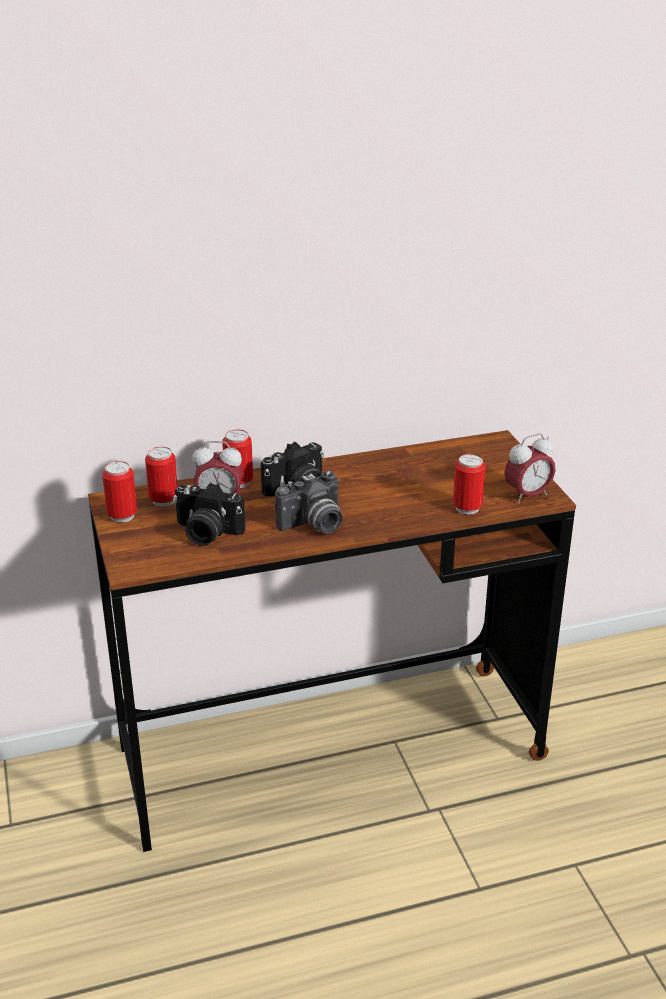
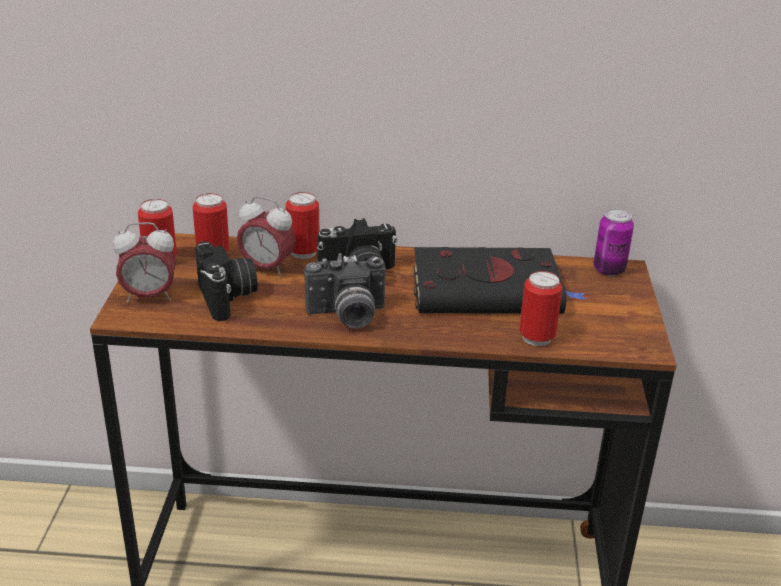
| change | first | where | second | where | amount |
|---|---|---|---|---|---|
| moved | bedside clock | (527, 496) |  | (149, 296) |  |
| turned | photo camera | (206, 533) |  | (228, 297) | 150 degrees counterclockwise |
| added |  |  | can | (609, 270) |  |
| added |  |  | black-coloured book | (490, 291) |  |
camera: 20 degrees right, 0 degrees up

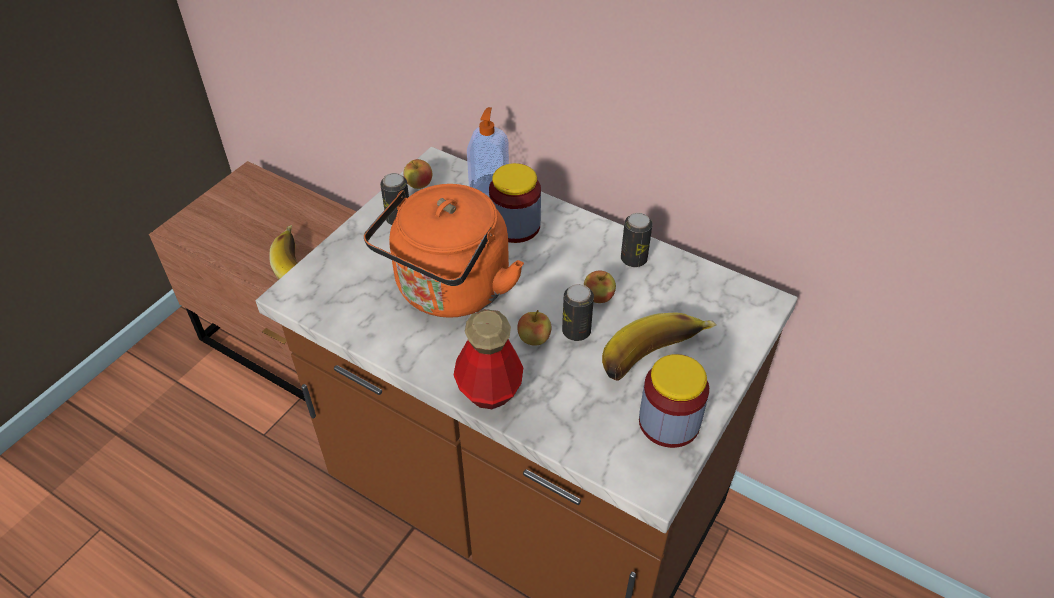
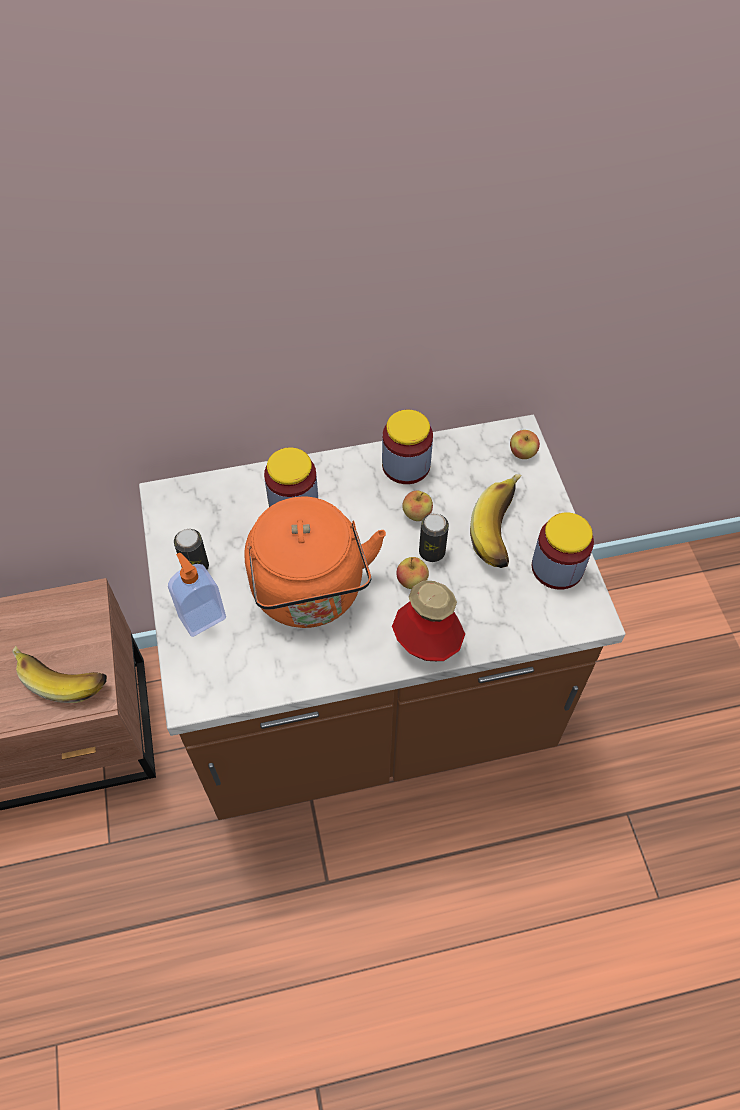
| change | first | where | second | where | amount |
|---|---|---|---|---|---|
| moved | liquid soap bottle | (489, 188) |  | (202, 617) |  |
| moved | apple | (419, 185) |  | (522, 453) |  |
| replaced | can | (633, 259) | storage jar | (406, 465) |  |
camera: 45 degrees left, 10 degrees up

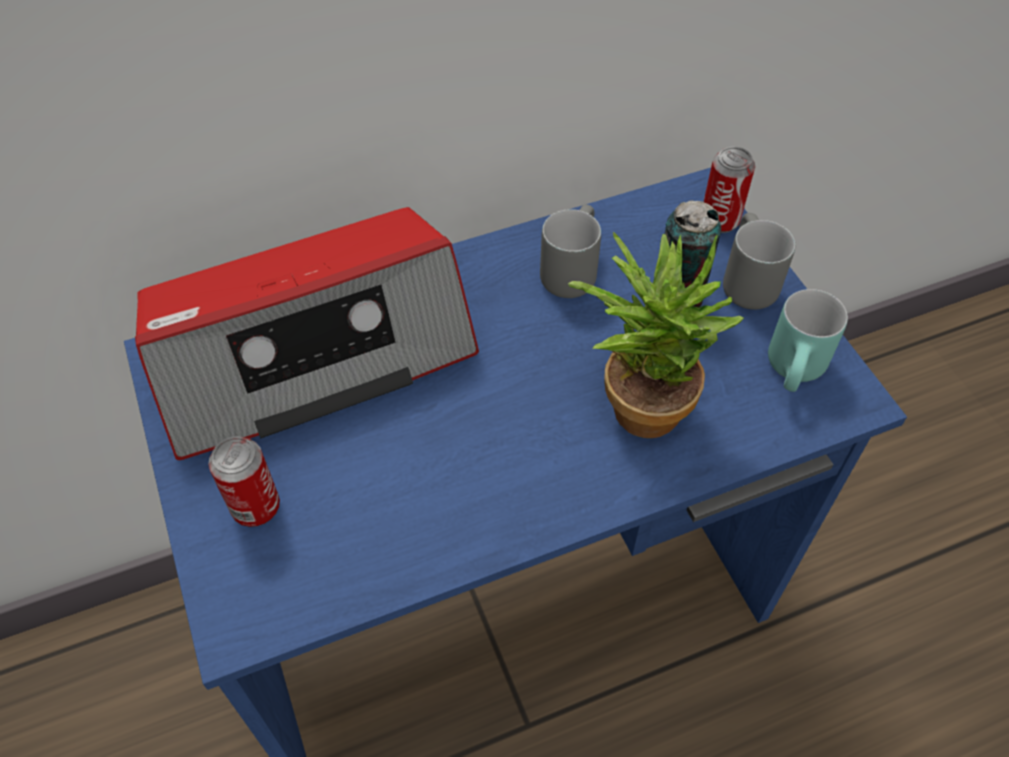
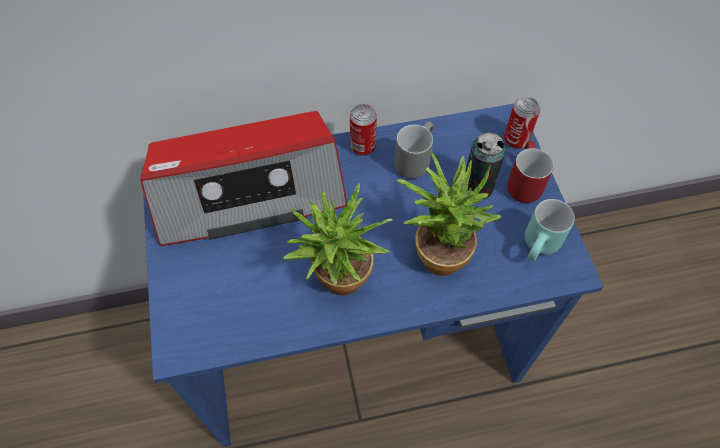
| change | first | where | second | where | amount |
|---|---|---|---|---|---|
| recoloured | gray coffee mug | (742, 281) | reddish coffee mug | (521, 182) |  |
| moved | can | (256, 507) |  | (363, 146) |  |
| added |  |  | plant in a pot | (338, 284) |  |
camera: 10 degrees right, 5 degrees up

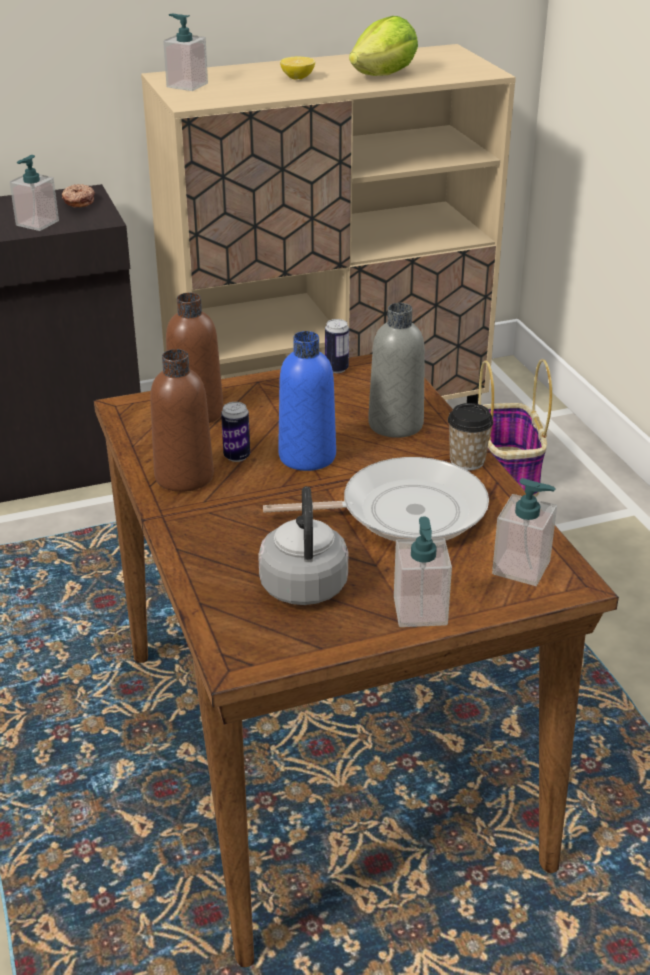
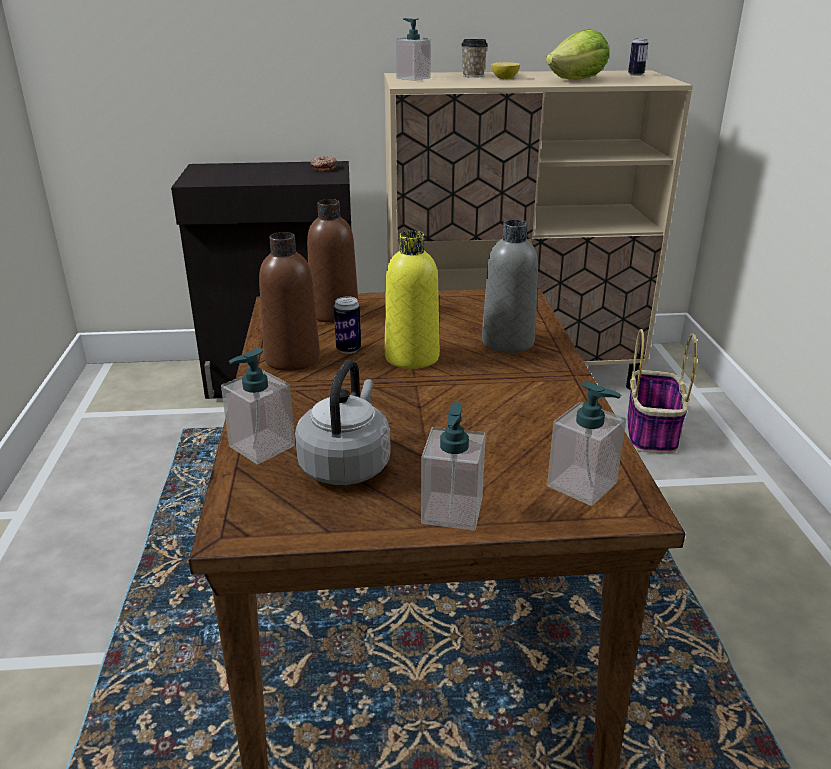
| change | first | where | second | where | amount |
|---|---|---|---|---|---|
| moved | liquid soap bottle | (37, 223) |  | (261, 446) |  |
| moved | can | (336, 369) |  | (635, 75) |  |
| recoloured | bluish drink bottle | (307, 456) | yellow drink bottle | (412, 357) |  |
| moved | drinking cup | (467, 461) |  | (473, 76) |  |
| removed | skillet | (404, 511) |  |  |  |
camera: 15 degrees right, 5 degrees down

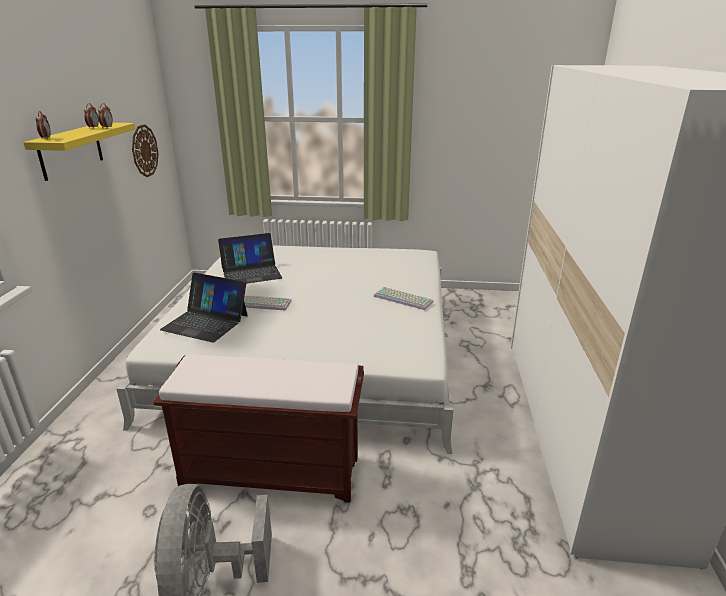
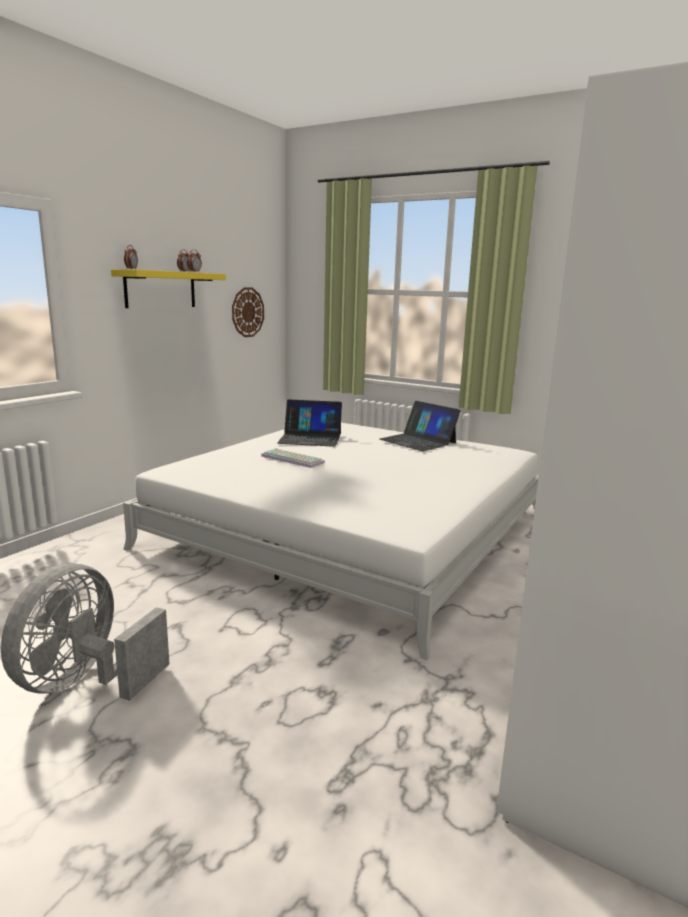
| change | first | where | second | where | amount |
|---|---|---|---|---|---|
| moved | notebook computer | (205, 322) |  | (418, 441) |  |
| removed | keyboard | (404, 299) |  |  |  |
| removed | brown long seat | (273, 471) |  |  |  |
camera: 25 degrees right, 10 degrees down

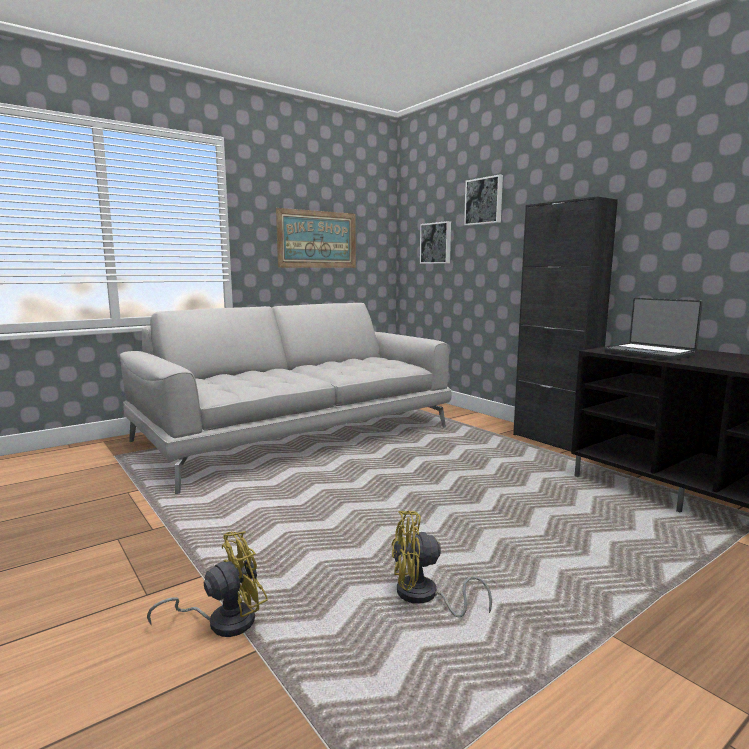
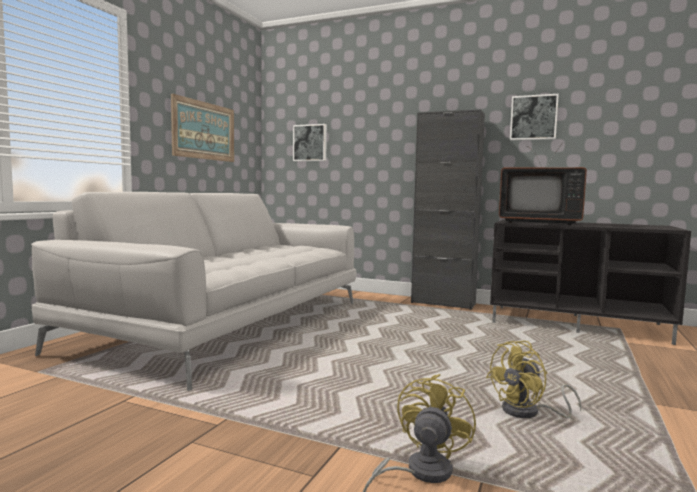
| change | first | where | second | where | amount |
|---|---|---|---|---|---|
| moved | picture | (484, 201) |  | (533, 117) |  |
| replaced | notebook computer | (650, 353) | TV | (539, 223) |  |
camera: 30 degrees left, 5 degrees down

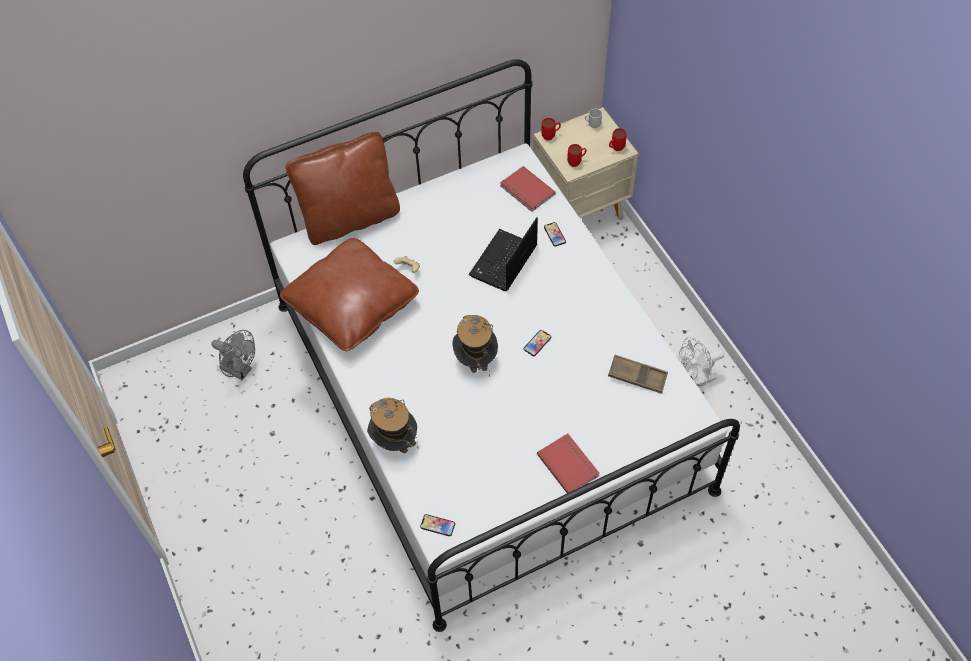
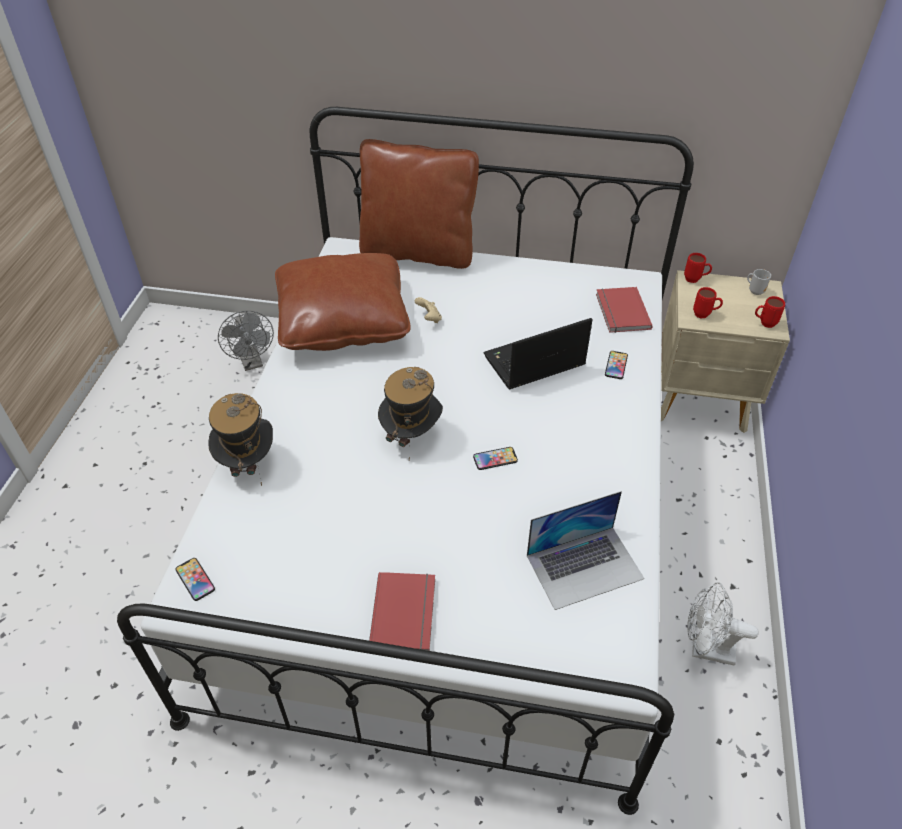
| change | first | where | second | where | amount |
|---|---|---|---|---|---|
| replaced | brown carrying tray | (637, 376) | notebook computer | (584, 566) |  |
camera: 35 degrees right, 10 degrees down

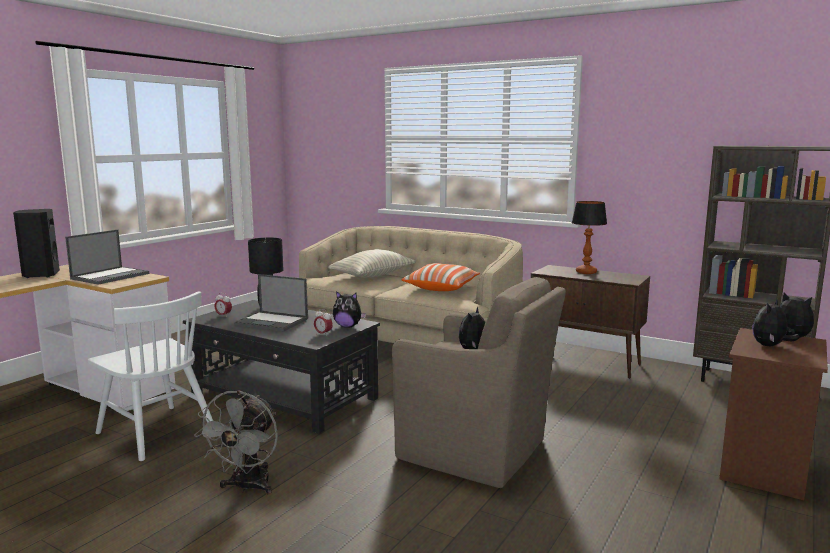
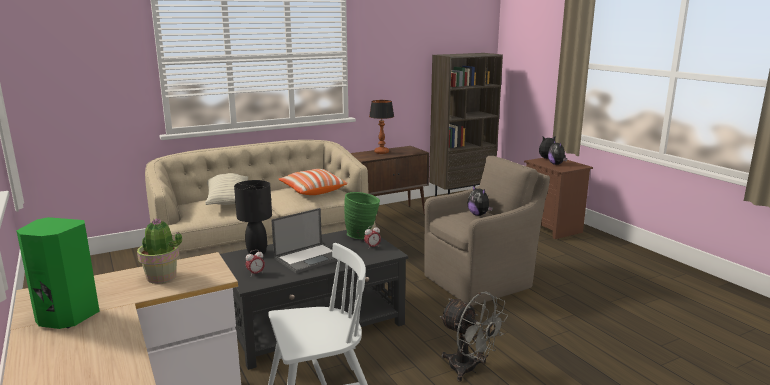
| change | first | where | second | where | amount |
|---|---|---|---|---|---|
| recoloured | black-coloured loudspeaker | (40, 275) | green loudspeaker | (66, 318) |  |
| replaced | notebook computer | (111, 276) | plant in a pot | (162, 277) |  |
| replaced | plush toy | (348, 326) | green decorative vase | (362, 236) |  |
camera: 60 degrees left, 5 degrees up

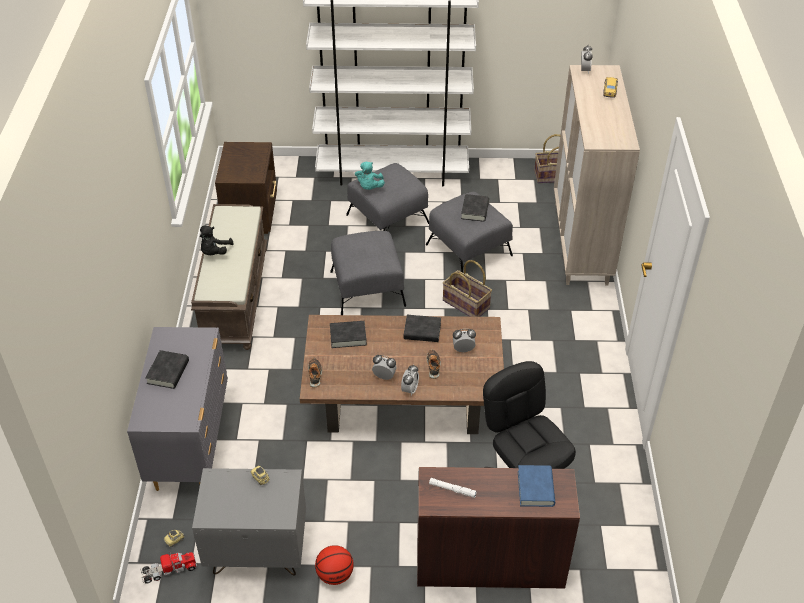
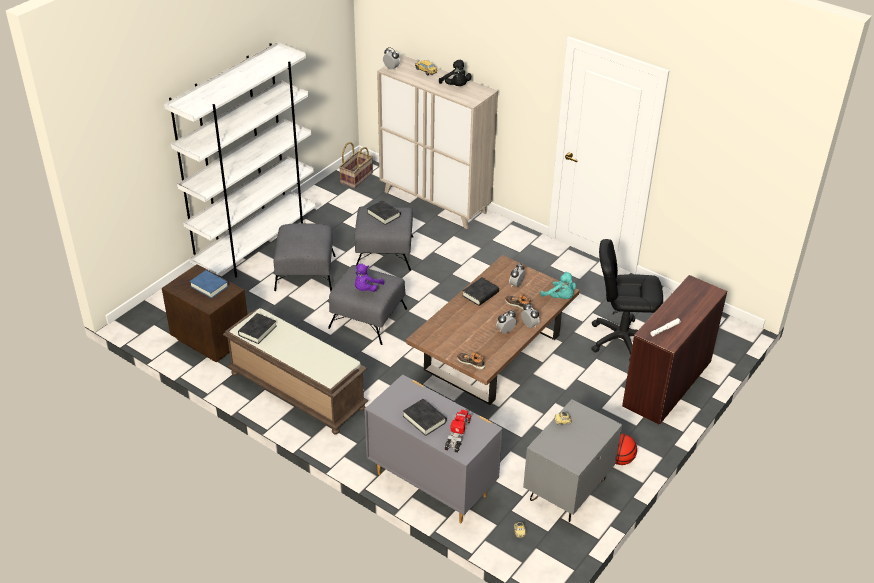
| change | first | where | second | where | amount |
|---|---|---|---|---|---|
| moved | turquoise plush toy | (369, 187) |  | (560, 297) |  |
| moved | black-coloured plush toy | (214, 252) |  | (456, 86) |  |
| removed | storage basket | (466, 304) |  |  |  |
| moved | black-coloured book | (348, 336) |  | (257, 331) |  |
| moved | bluish book | (535, 488) |  | (209, 286) |  |
| moved | toy truck | (169, 570) |  | (458, 434) |  |
| added |  |  | purple plush toy | (366, 289) |  |
camera: 55 degrees left, 5 degrees down

